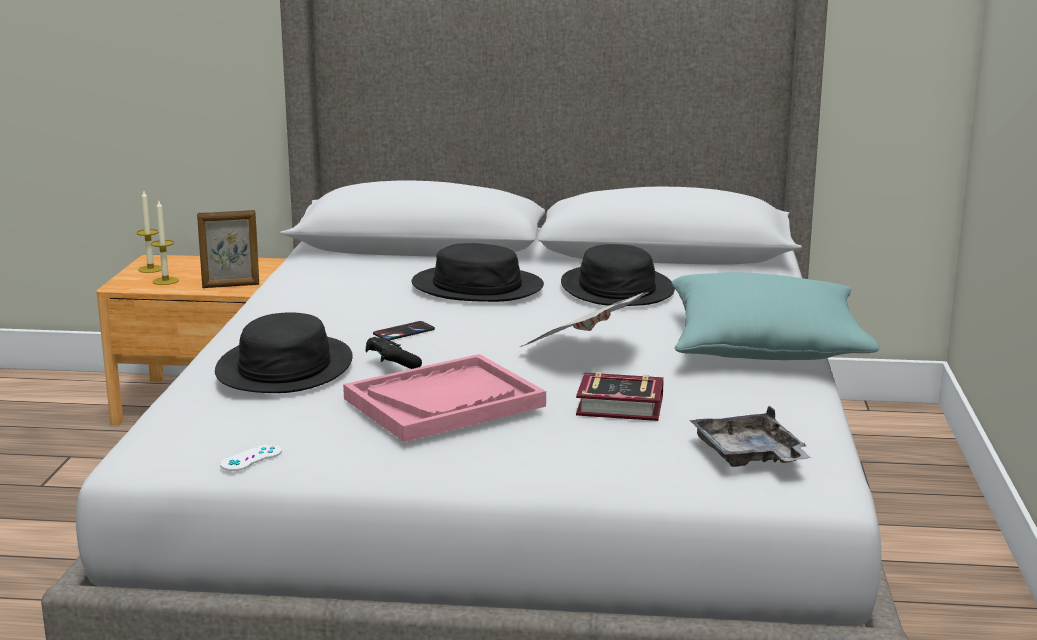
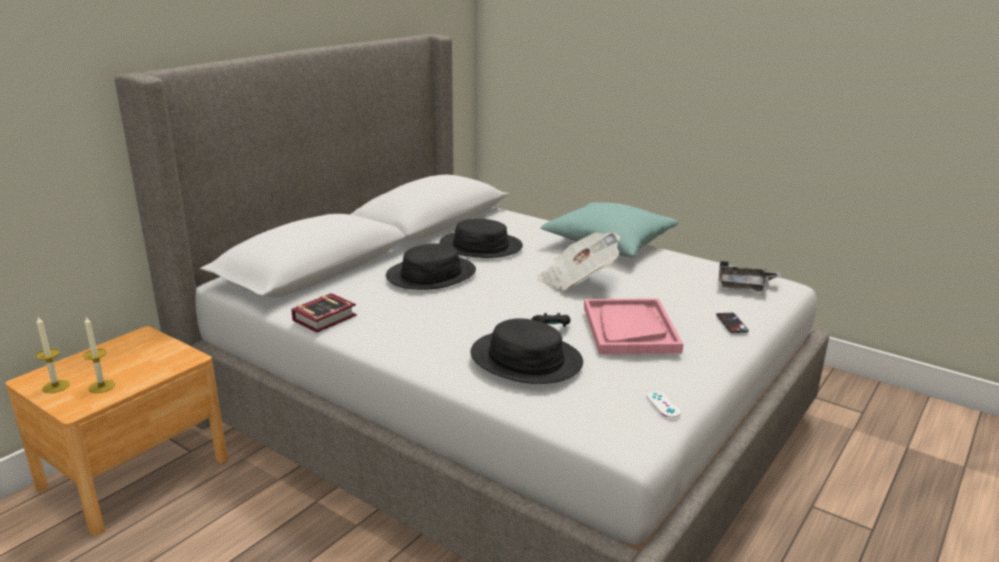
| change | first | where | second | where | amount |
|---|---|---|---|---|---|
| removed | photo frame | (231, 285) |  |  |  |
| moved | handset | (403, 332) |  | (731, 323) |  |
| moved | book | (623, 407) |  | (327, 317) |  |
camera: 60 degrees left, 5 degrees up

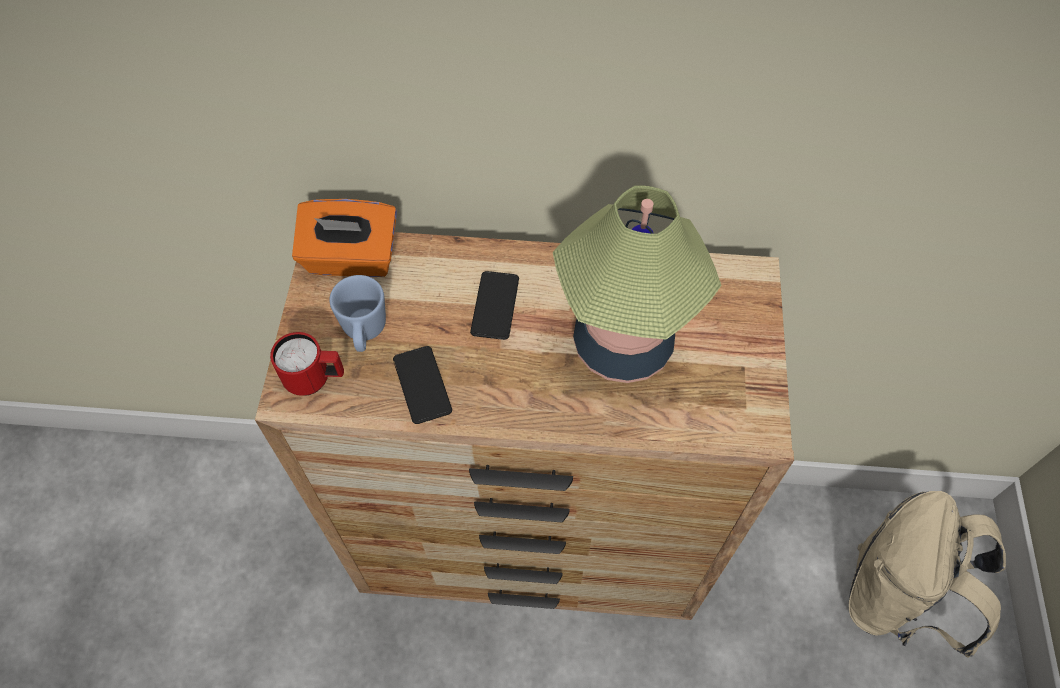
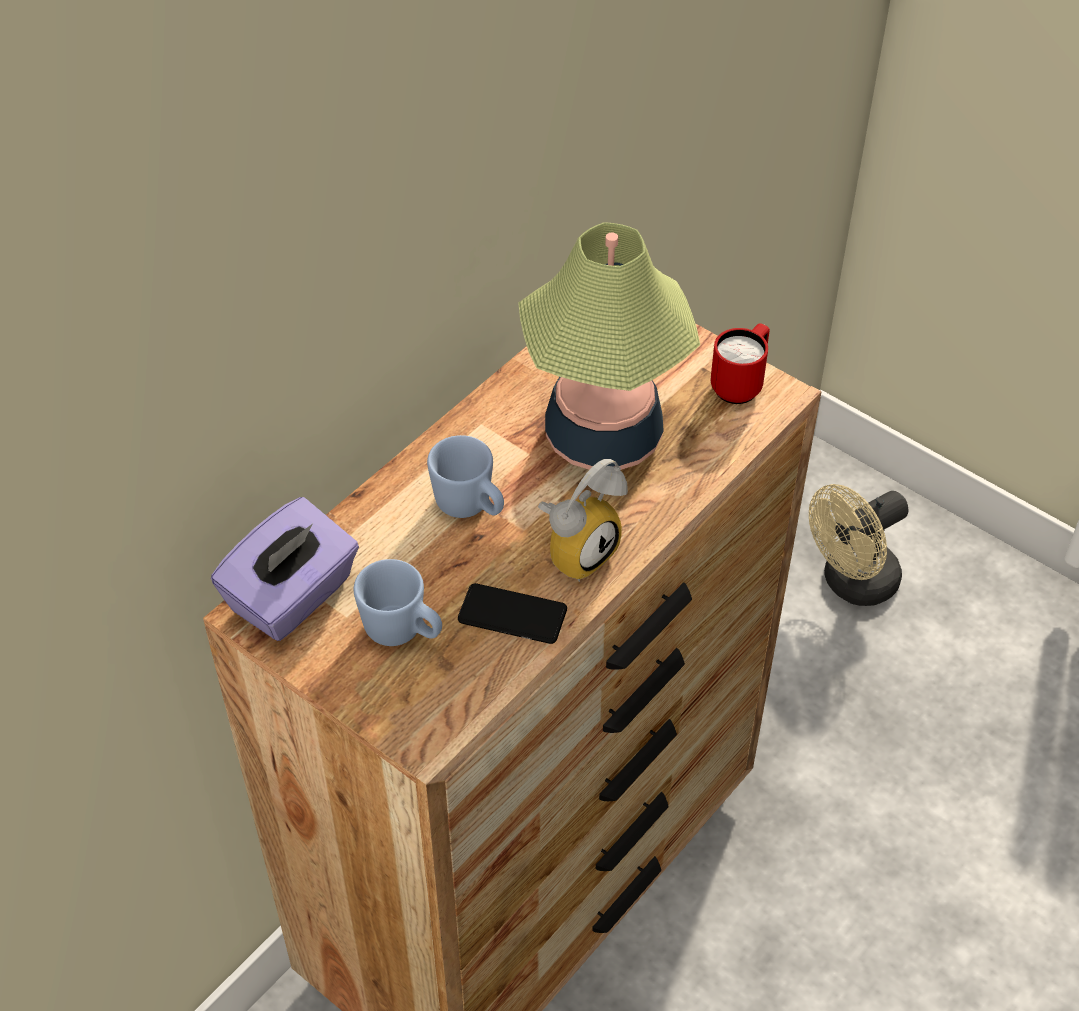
| change | first | where | second | where | amount |
|---|---|---|---|---|---|
| recoloured | orange-coloured tissue box | (351, 259) | purple tissue box | (293, 596) |  |
| replaced | handset | (495, 306) | bluish coffee mug | (470, 507) |  |
| moved | reddish coffee mug | (315, 379) |  | (740, 384) |  |
| replaced | sand-coloured rucksack | (893, 597) | sand-coloured cooling fan | (851, 584) |  |
| added |  |  | bedside clock | (578, 549) |  |
camera: 55 degrees left, 10 degrees down

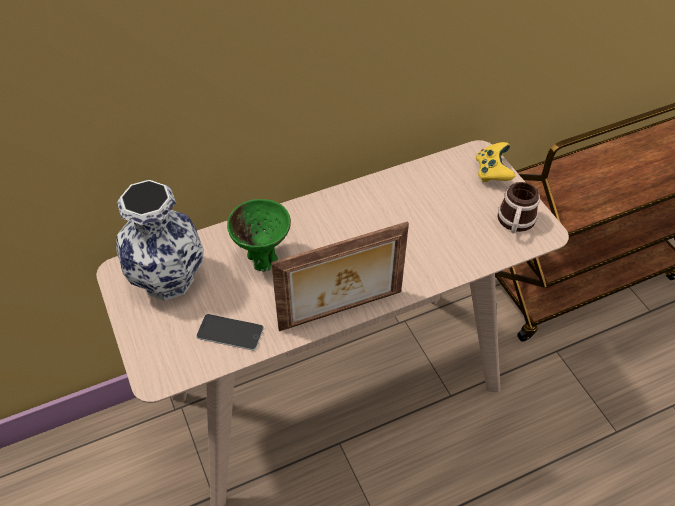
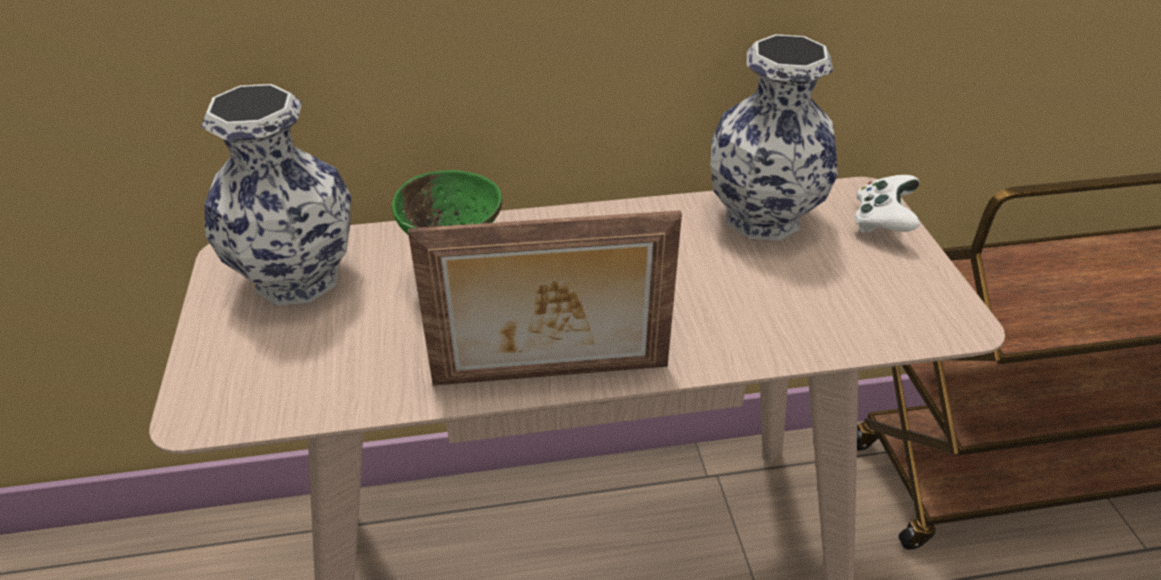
| change | first | where | second | where | amount |
|---|---|---|---|---|---|
| recoloured | yellow joypad | (492, 172) | white-coloured joypad | (882, 222) |  |
| removed | coffee mug | (515, 223) |  |  |  |
| removed | handset | (230, 332) |  |  |  |
| added |  |  | decorative vase | (763, 219) |  |
camera: 15 degrees right, 10 degrees down

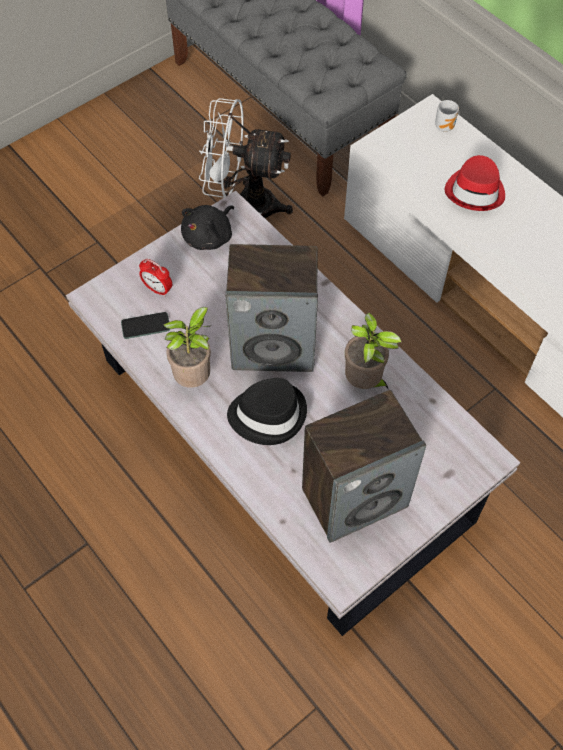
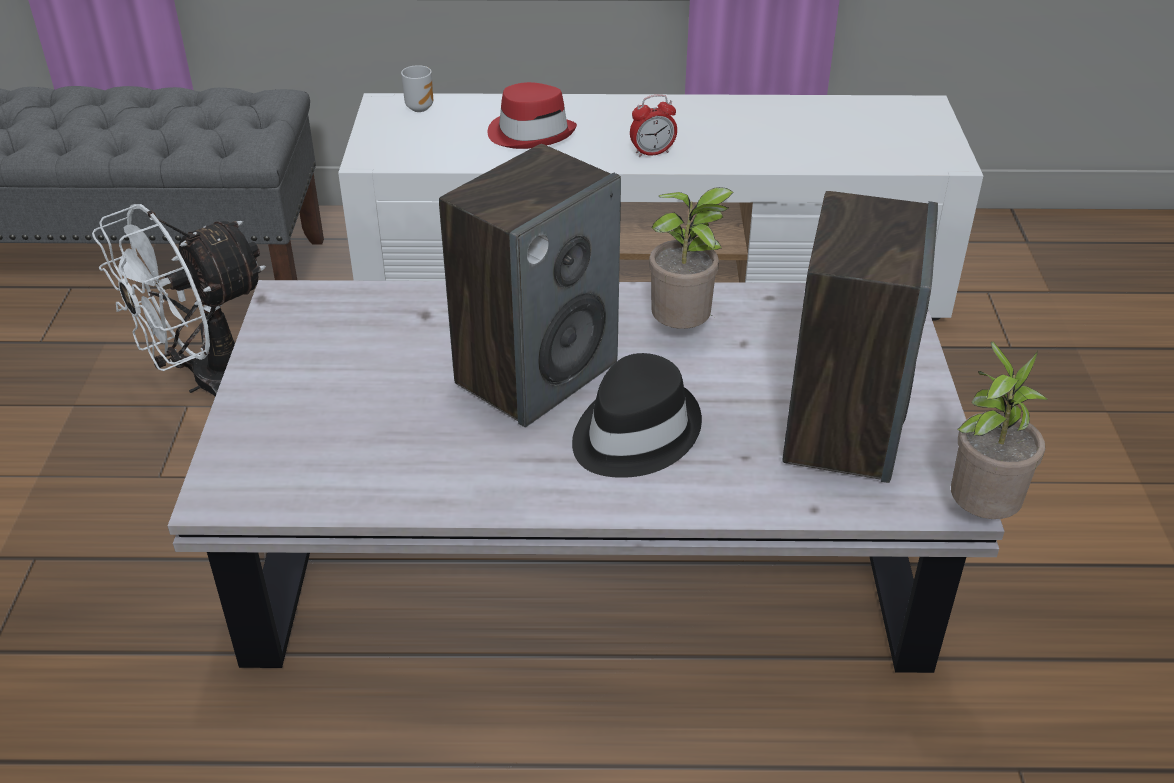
| change | first | where | second | where | amount |
|---|---|---|---|---|---|
| removed | black-coloured plush toy | (209, 236) |  |  |  |
| moved | bedside clock | (158, 289) |  | (652, 153) |  |
| moved | plant in a pot | (195, 378) |  | (978, 512) |  |
| removed | handset | (145, 326) |  |  |  |
camera: 50 degrees left, 20 degrees down

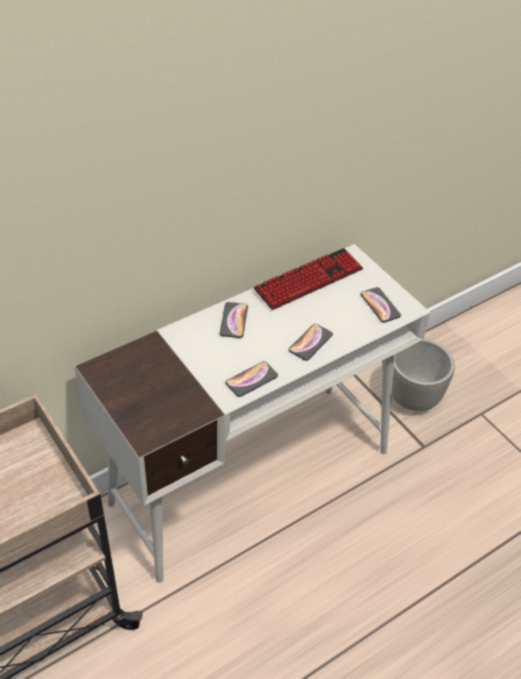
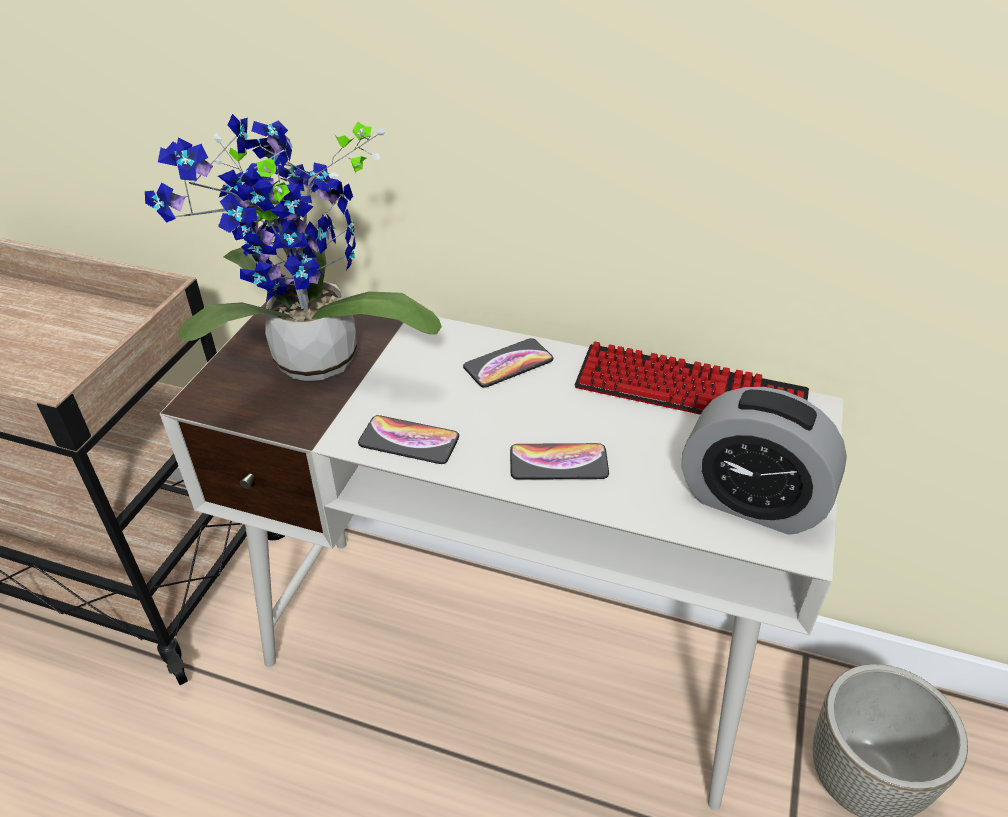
| change | first | where | second | where | amount |
|---|---|---|---|---|---|
| replaced | handset | (380, 305) | bedside clock | (751, 501) |  |
| added |  |  | plant in a pot | (311, 367) |  |
camera: 55 degrees right, 5 degrees down

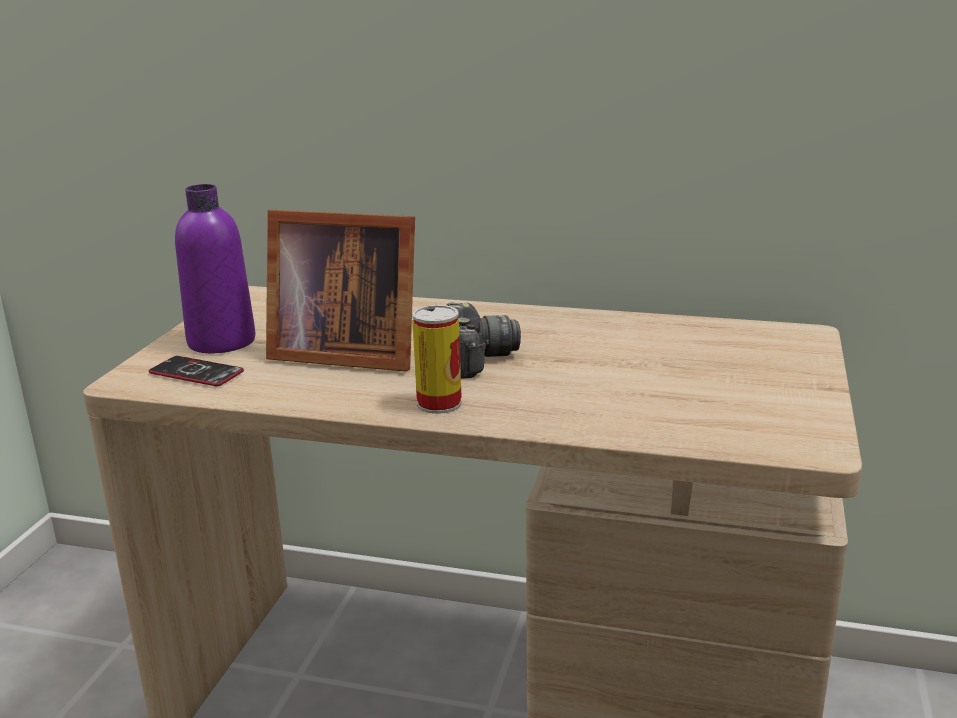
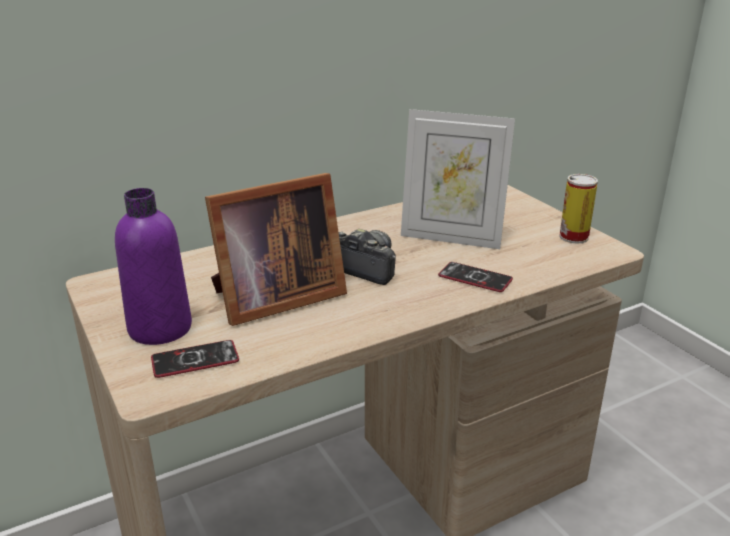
| change | first | where | second | where | amount |
|---|---|---|---|---|---|
| moved | can | (439, 403) |  | (573, 237) |  |
| added |  |  | photo frame | (451, 238) |  |
| added |  |  | handset | (475, 278) |  |
camera: 45 degrees left, 5 degrees up

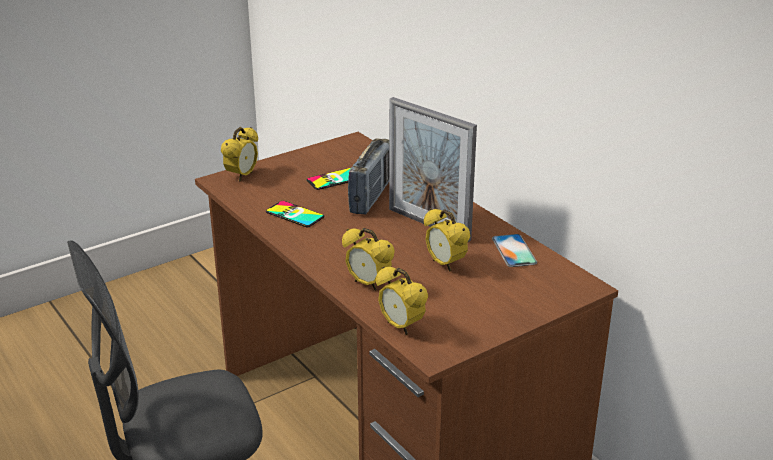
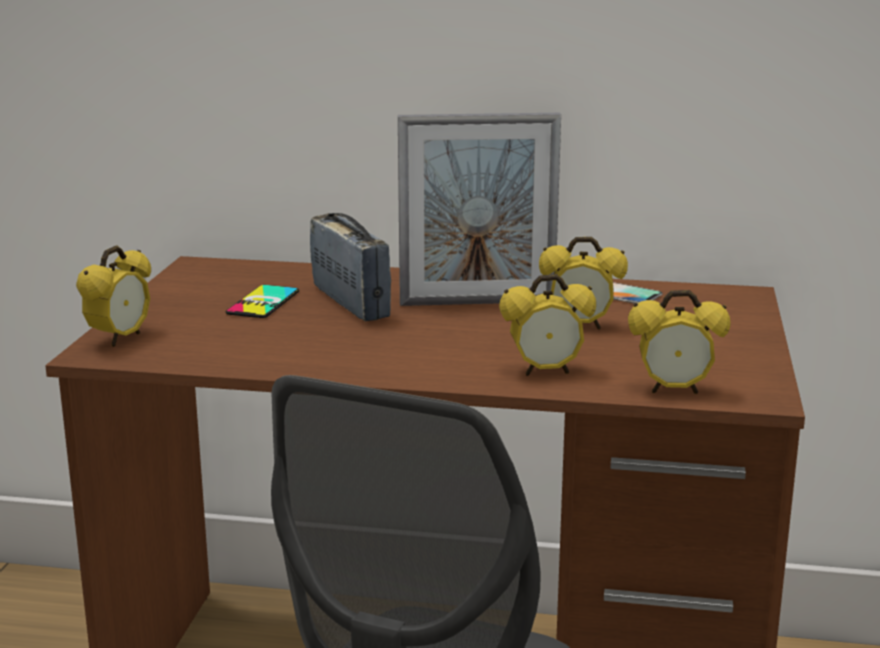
| change | first | where | second | where | amount |
|---|---|---|---|---|---|
| turned | bedside clock | (242, 176) |  | (120, 339) | 45 degrees clockwise |
| removed | handset | (294, 214) |  |  |  |
camera: 45 degrees left, 10 degrees down

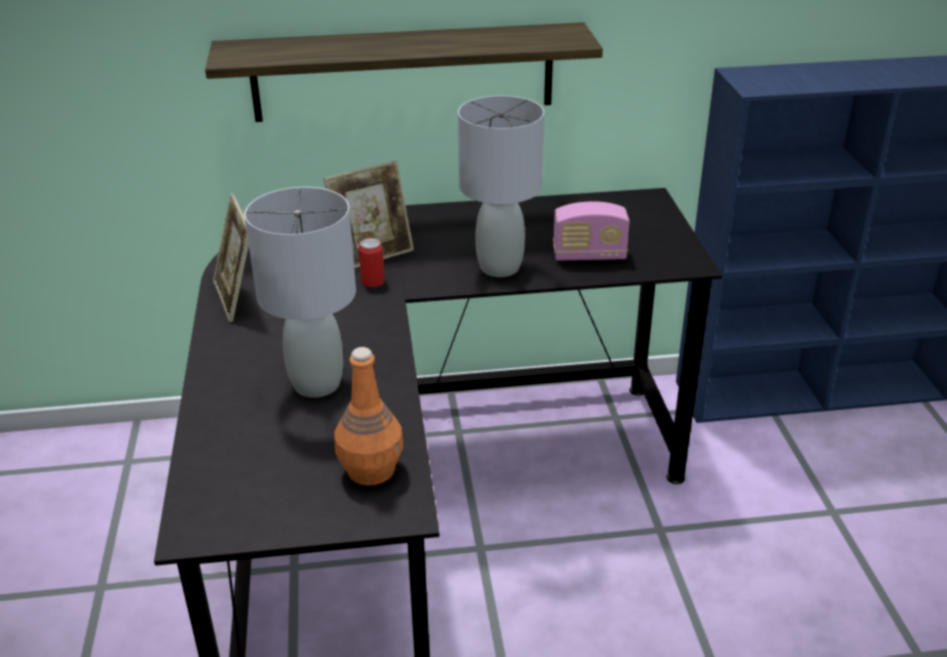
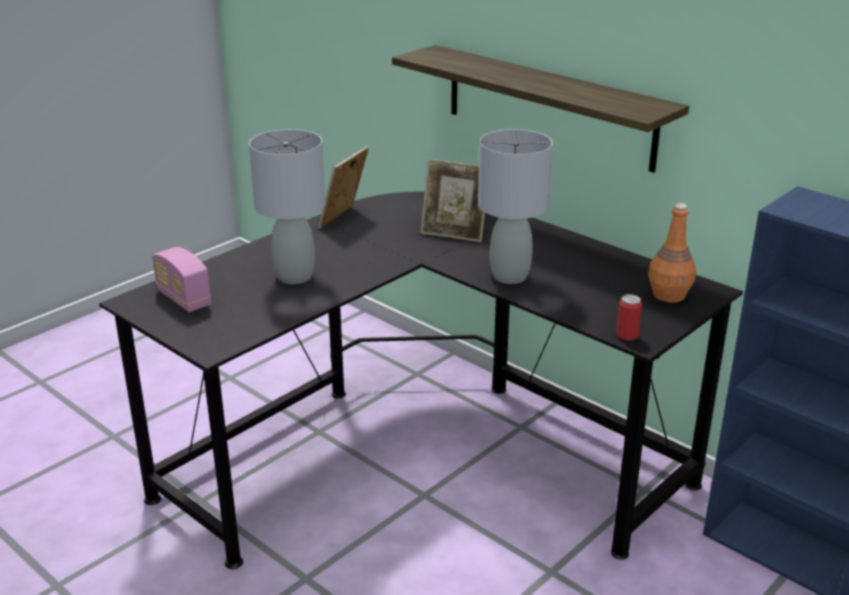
| change | first | where | second | where | amount |
|---|---|---|---|---|---|
| moved | radio | (589, 256) |  | (183, 299) |  |
| moved | can | (373, 282) |  | (627, 335) |  |
| moved | orange-coloured drink bottle | (371, 469) |  | (669, 295) |  |
camera: 50 degrees right, 5 degrees down

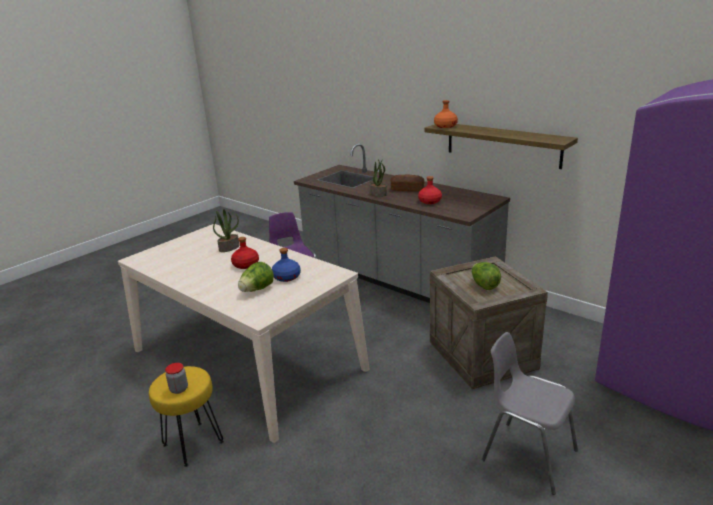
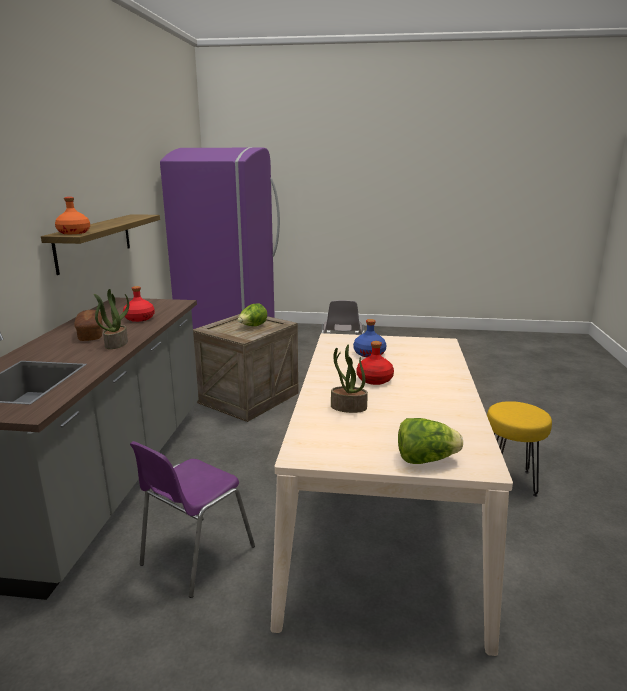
| change | first | where | second | where | amount |
|---|---|---|---|---|---|
| moved | head of lettuce | (257, 289) |  | (425, 459) |  |
| removed | storage jar | (179, 389) |  |  |  |
camera: 125 degrees left, 5 degrees down

